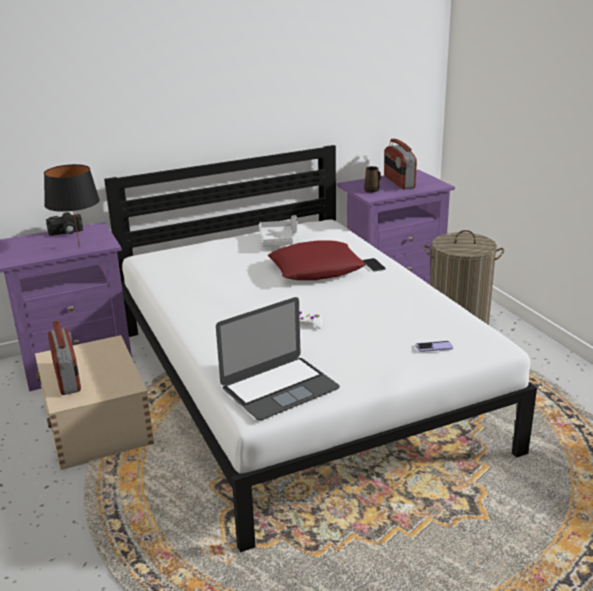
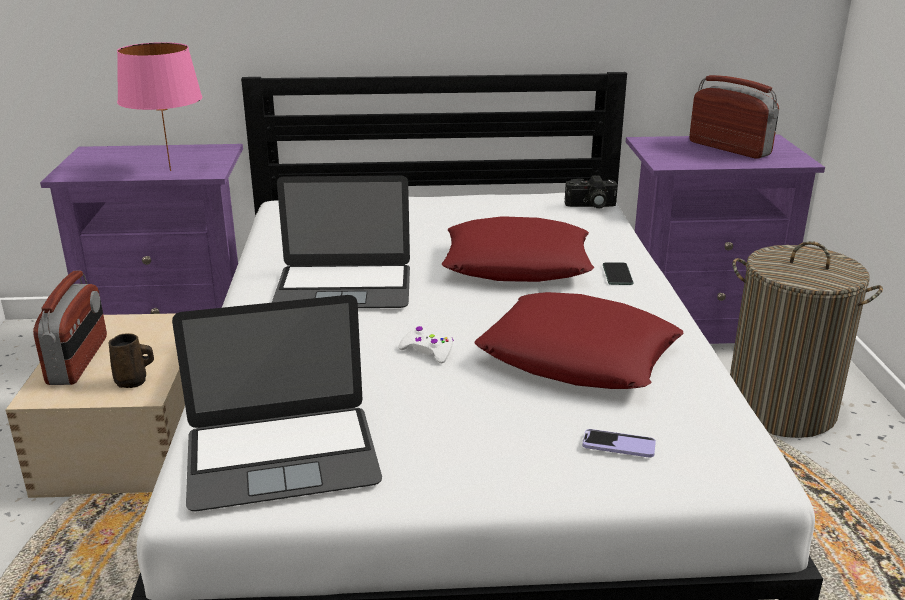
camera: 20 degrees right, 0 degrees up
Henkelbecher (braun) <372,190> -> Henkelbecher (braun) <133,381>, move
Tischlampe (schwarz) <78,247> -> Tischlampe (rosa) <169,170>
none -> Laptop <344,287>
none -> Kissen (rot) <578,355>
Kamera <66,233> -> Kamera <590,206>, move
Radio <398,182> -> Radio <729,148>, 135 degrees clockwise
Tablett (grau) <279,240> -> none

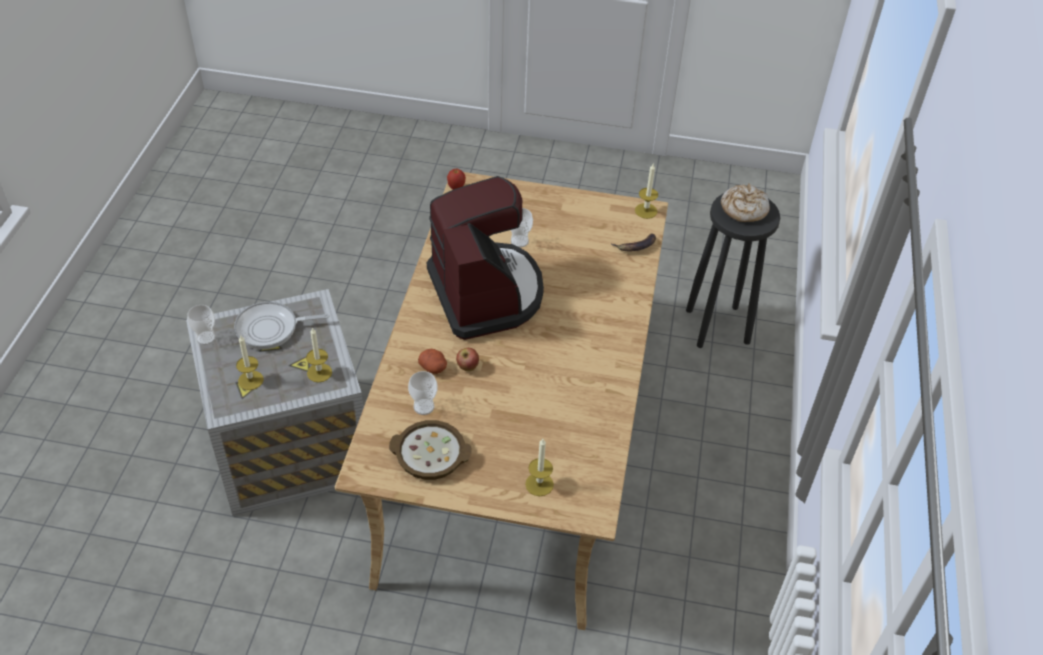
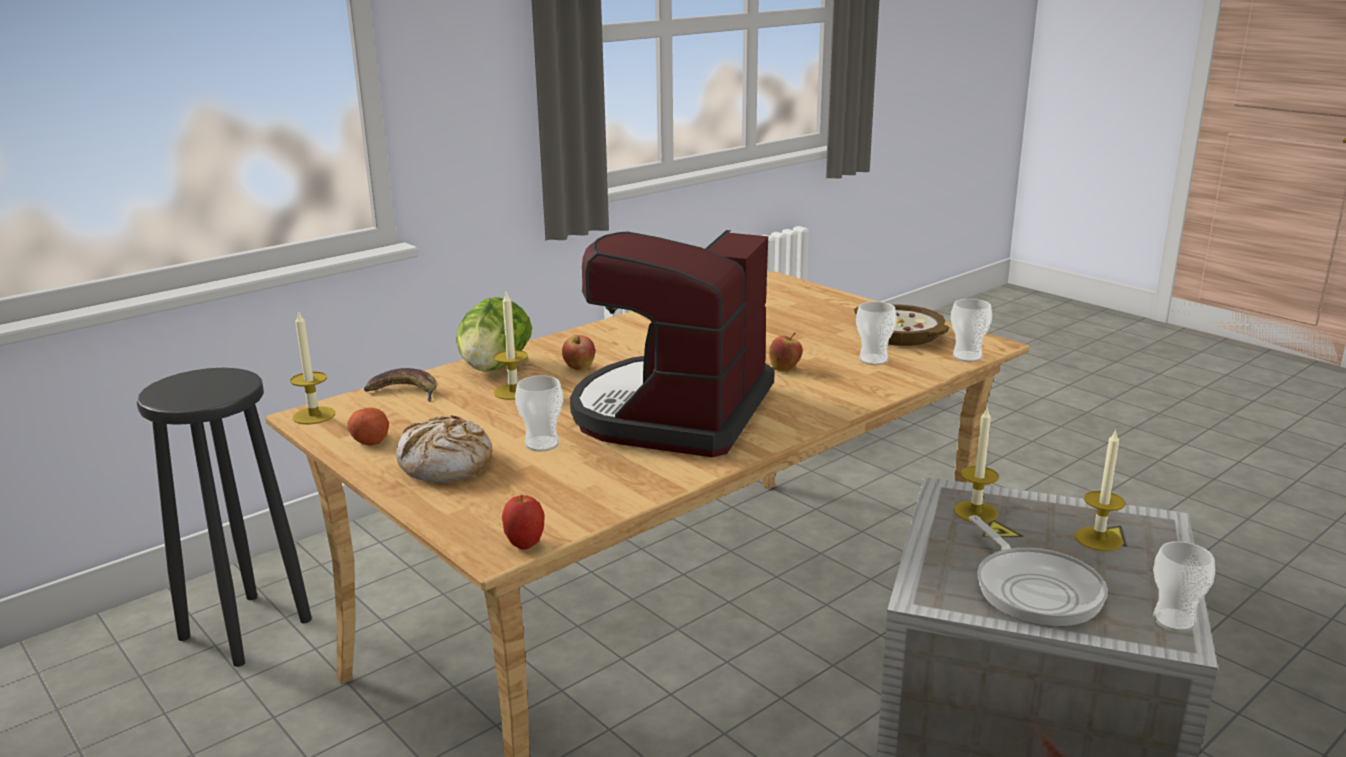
camera: 140 degrees left, 25 degrees down
Kartoffel <433,367> -> Kartoffel <370,439>, move
Brot <743,209> -> Brot <446,464>, move
none -> Salatkopf <495,367>
Kerze <539,484> -> Kerze <513,392>, move
none -> Apfel <579,368>
none -> Tasse <967,357>
Pfanne <271,329> -> Pfanne <1034,589>, 45 degrees clockwise

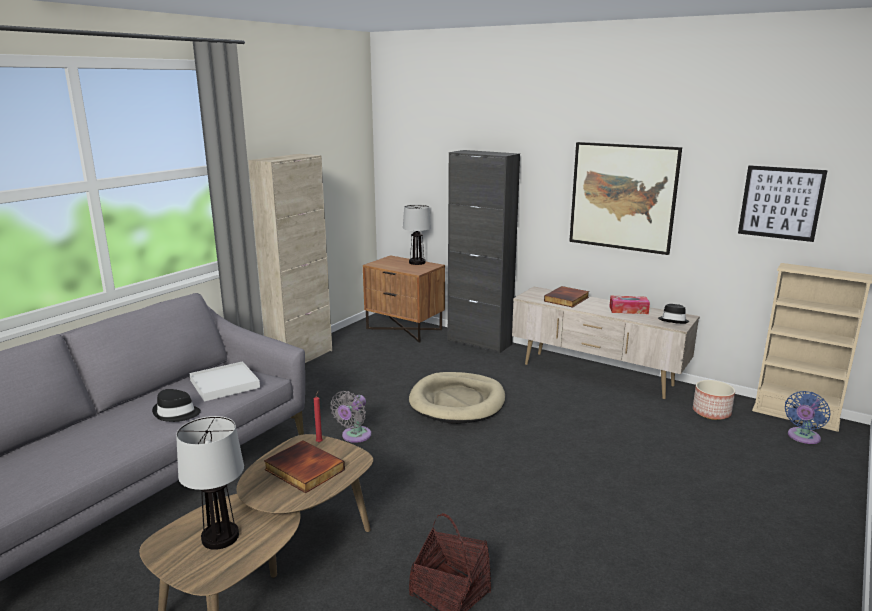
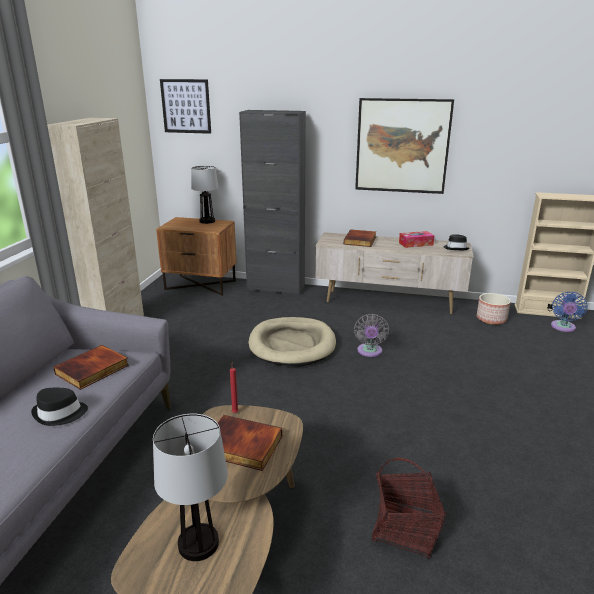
camera: 20 degrees left, 5 degrees up
Tablett (weiß) <224,384> -> Buch <92,370>
Bild <780,203> -> Bild <186,106>, move
Ventilator (grau) <354,436> -> Ventilator (grau) <369,352>, move

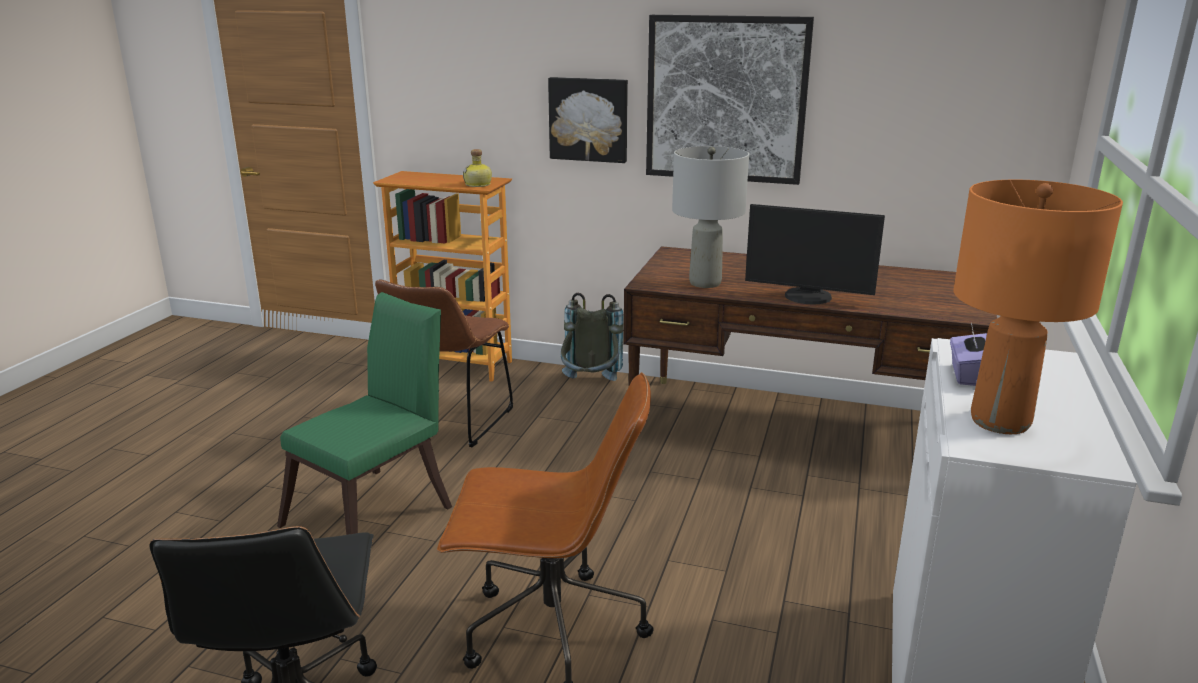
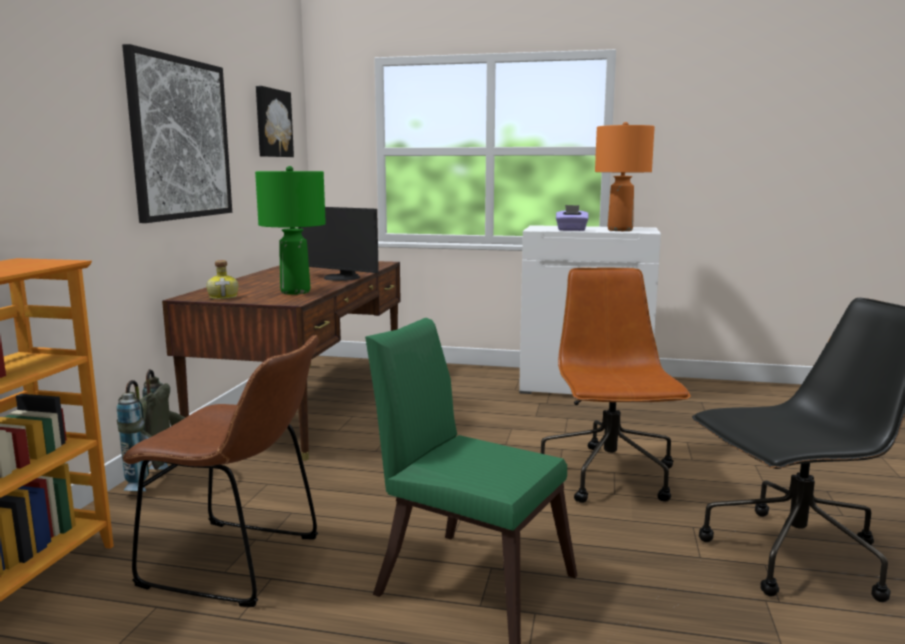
camera: 95 degrees left, 10 degrees down
Flasche <478,185> -> Flasche <224,297>, move
Tischlampe (grau) <704,283> -> Tischlampe (grün) <296,292>
Bild <589,119> -> Bild <272,123>, move
Monitor <807,297> -> Monitor <340,278>, 105 degrees clockwise

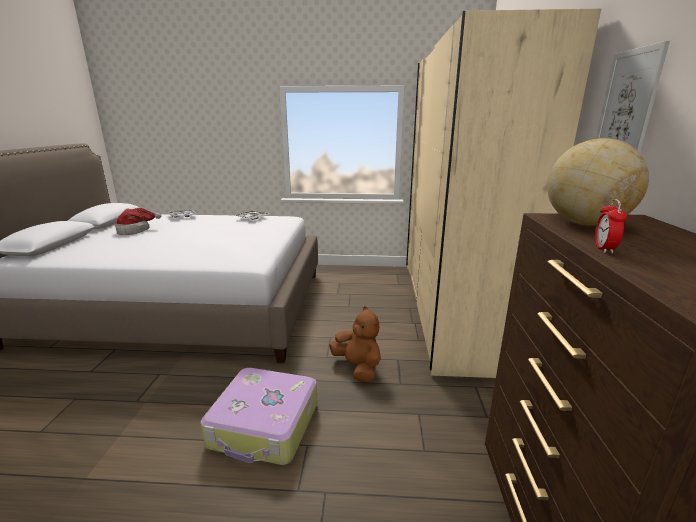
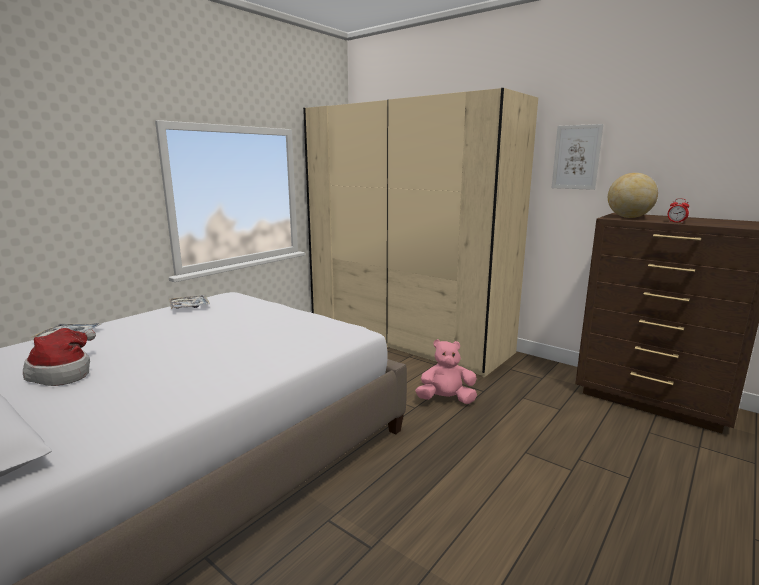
camera: 55 degrees left, 5 degrees down
Plüschtier (braun) <358,367> -> Plüschtier (rosa) <446,399>
Koffer <265,425> -> none

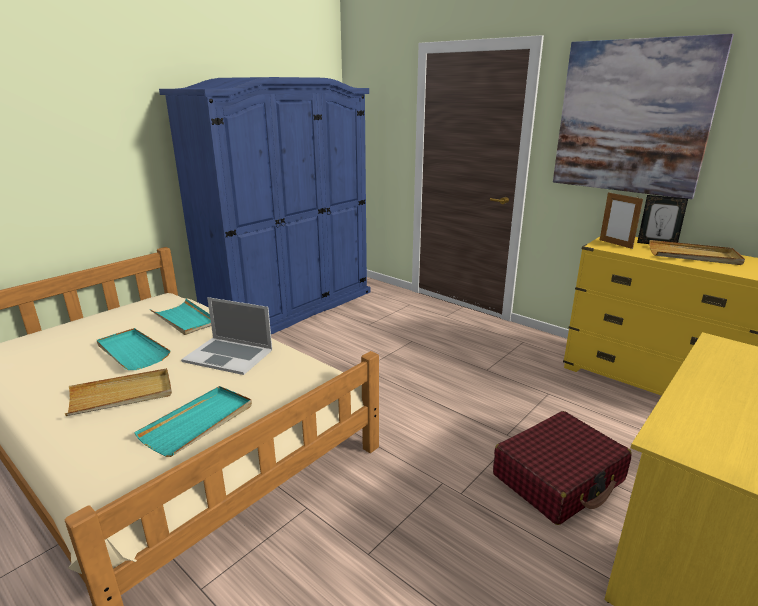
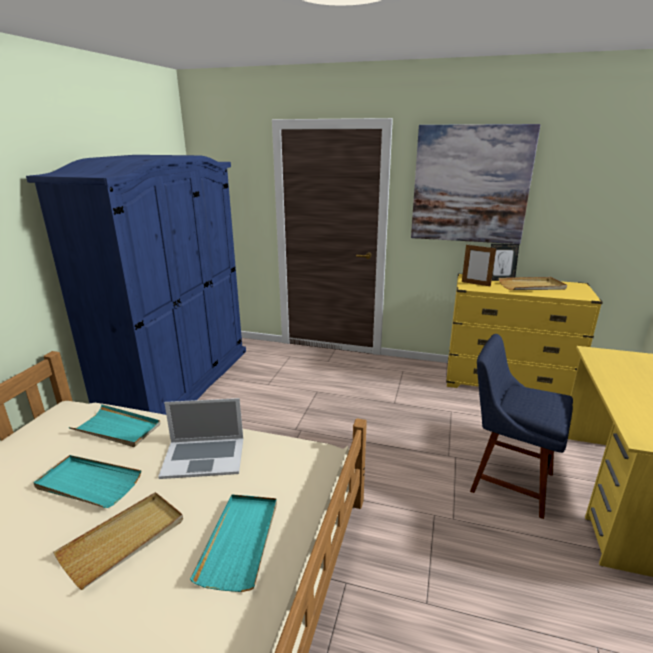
camera: 25 degrees left, 0 degrees up
Koffer (rot) <558,478> -> Stuhl (blau) <507,480>

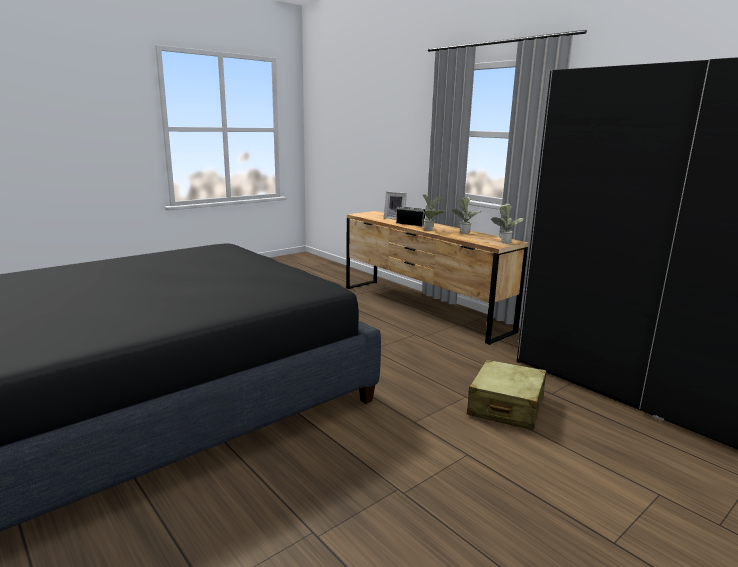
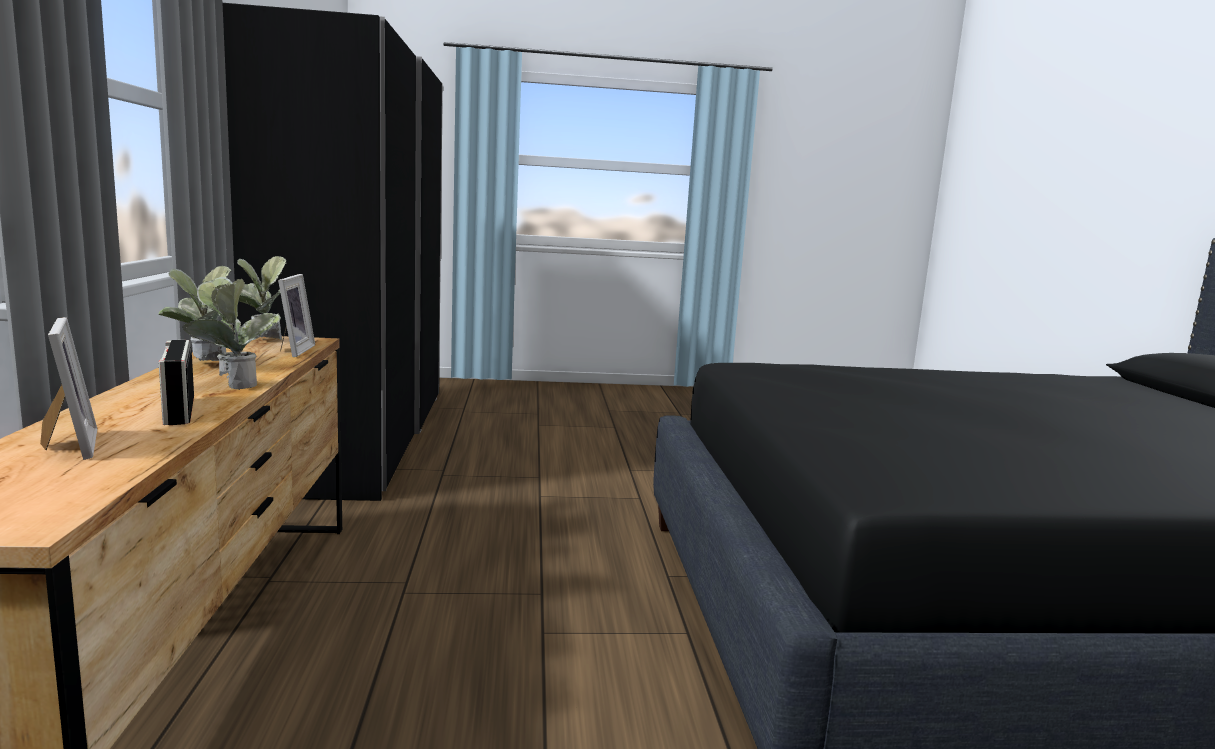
camera: 145 degrees left, 5 degrees down
none -> Bilderrahmen <292,351>
Koffer (beige) <506,406> -> none

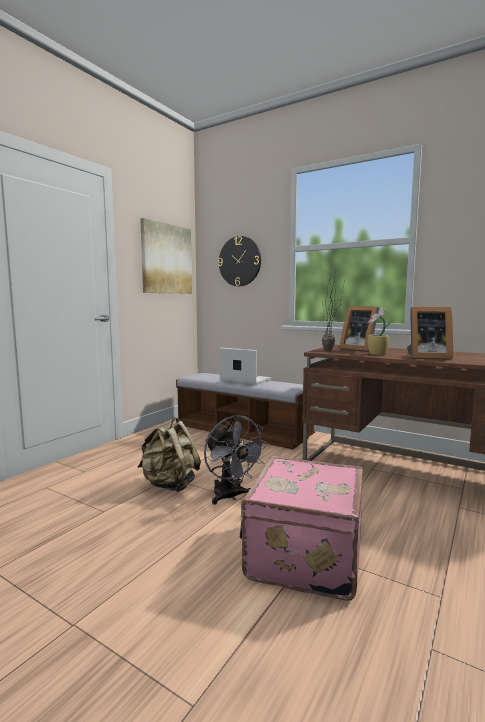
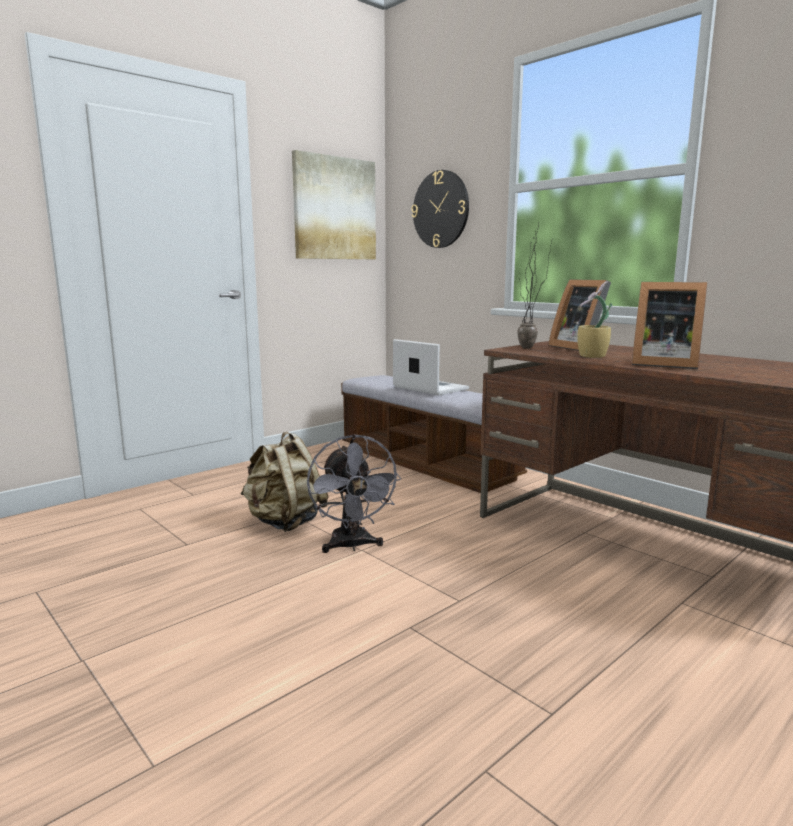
camera: 15 degrees right, 5 degrees up
Koffer (rosa) <302,555> -> none

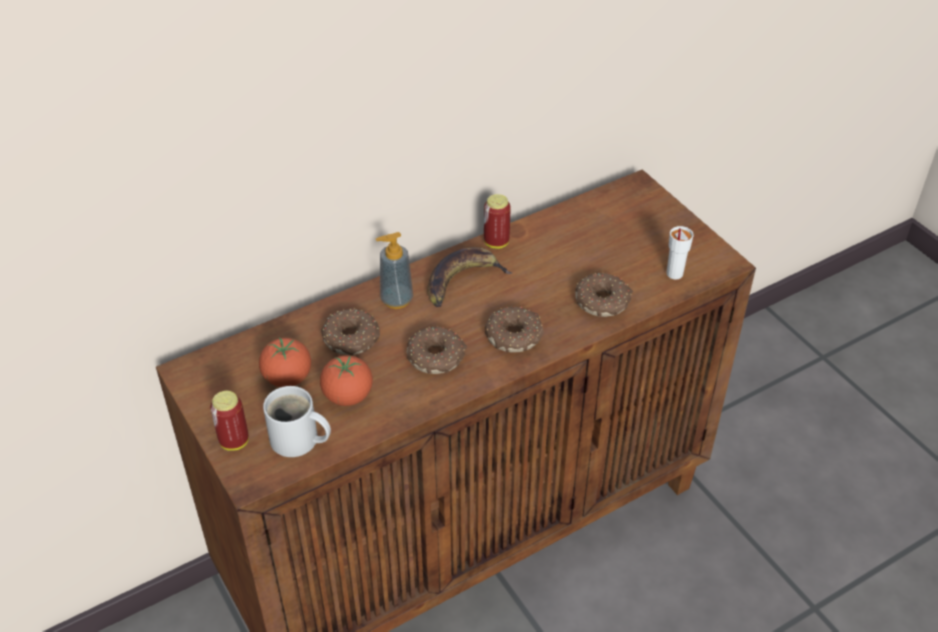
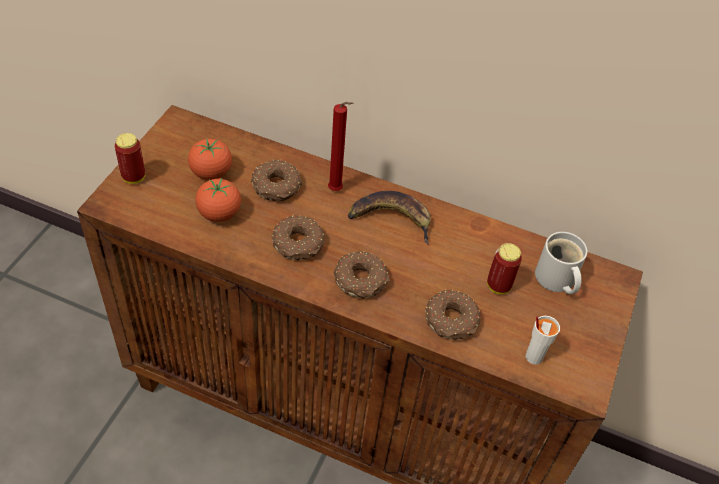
camera: 50 degrees right, 5 degrees up
Seifenspender <396,300> -> Kerze (rot) <337,191>
Dose <496,243> -> Dose <498,286>, move
Henkelbecher (weiß) <297,441> -> Henkelbecher (weiß) <555,280>, move

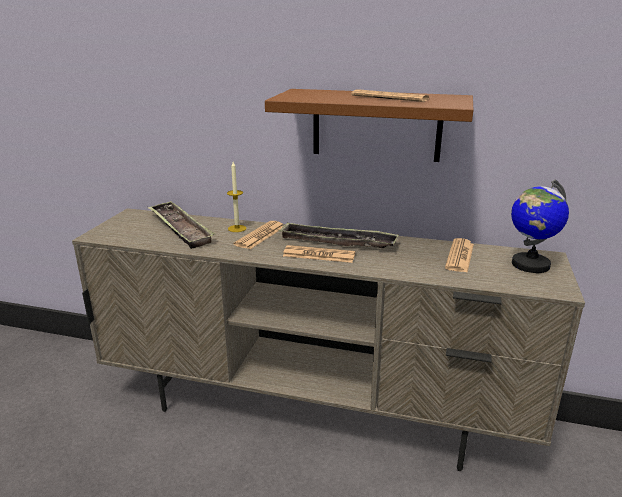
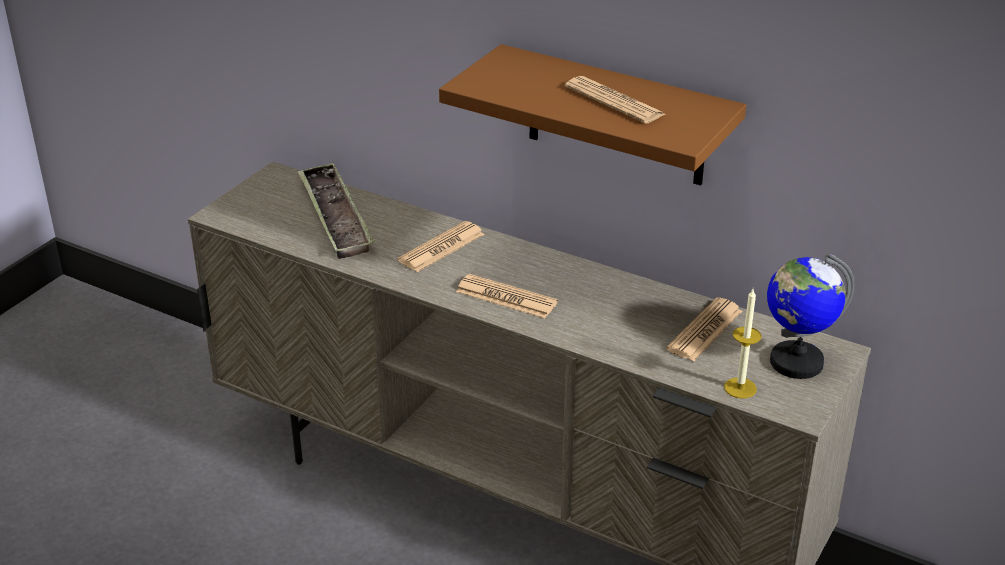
camera: 15 degrees right, 10 degrees up
Kerze <237,228> -> Kerze <740,388>, move
Tablett <337,242> -> none

